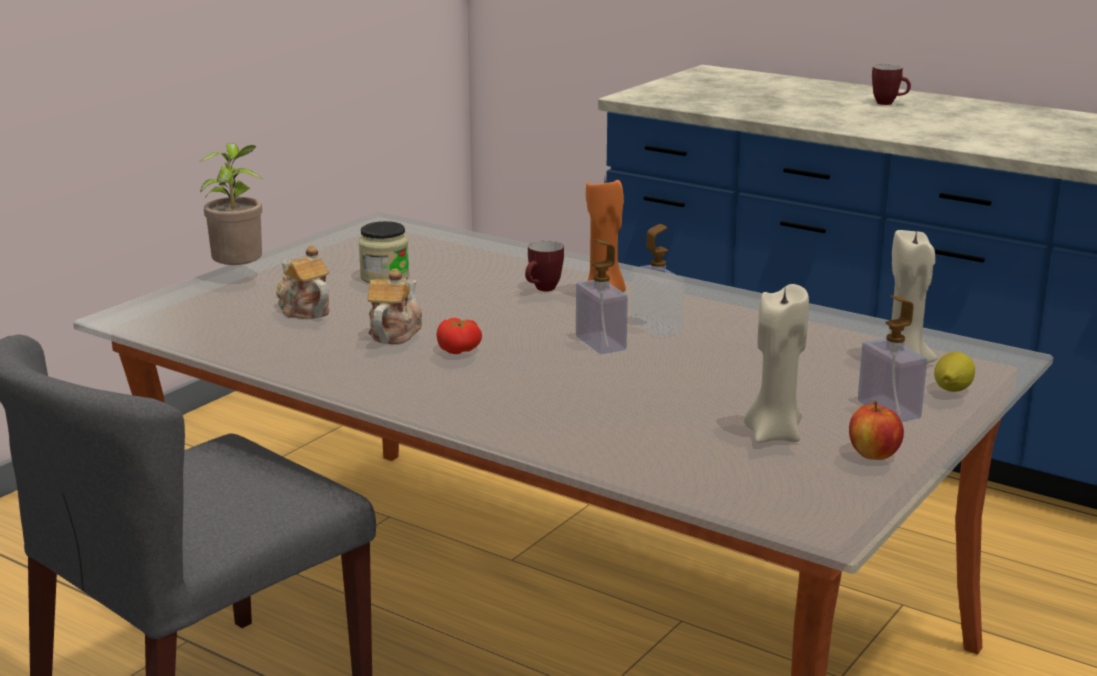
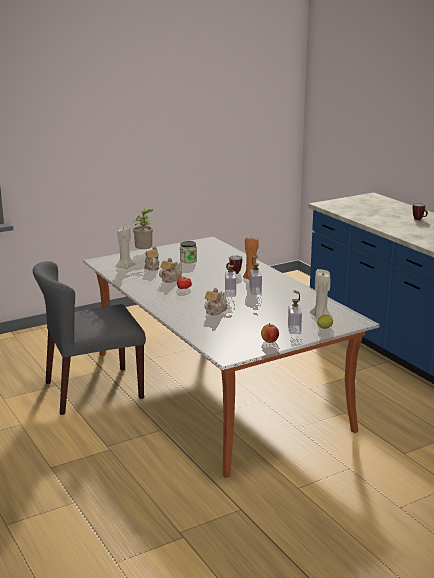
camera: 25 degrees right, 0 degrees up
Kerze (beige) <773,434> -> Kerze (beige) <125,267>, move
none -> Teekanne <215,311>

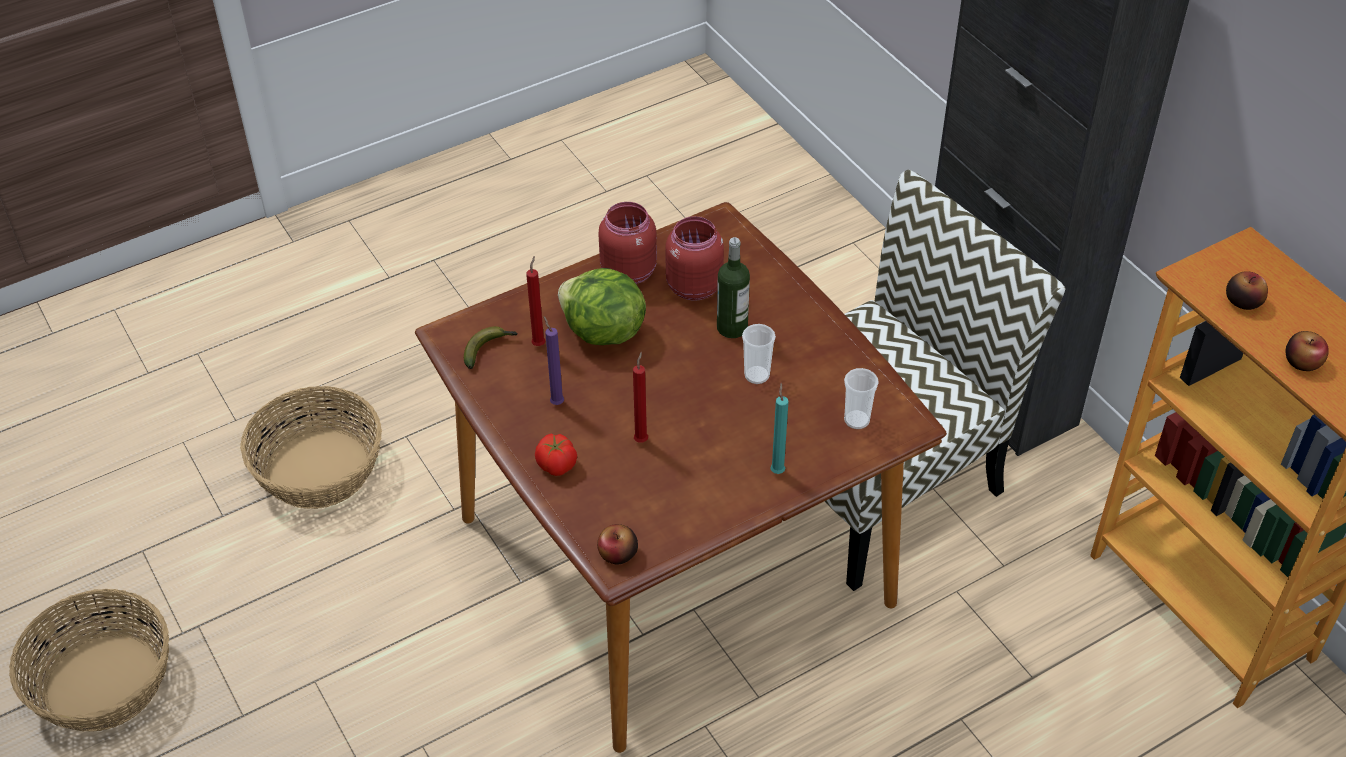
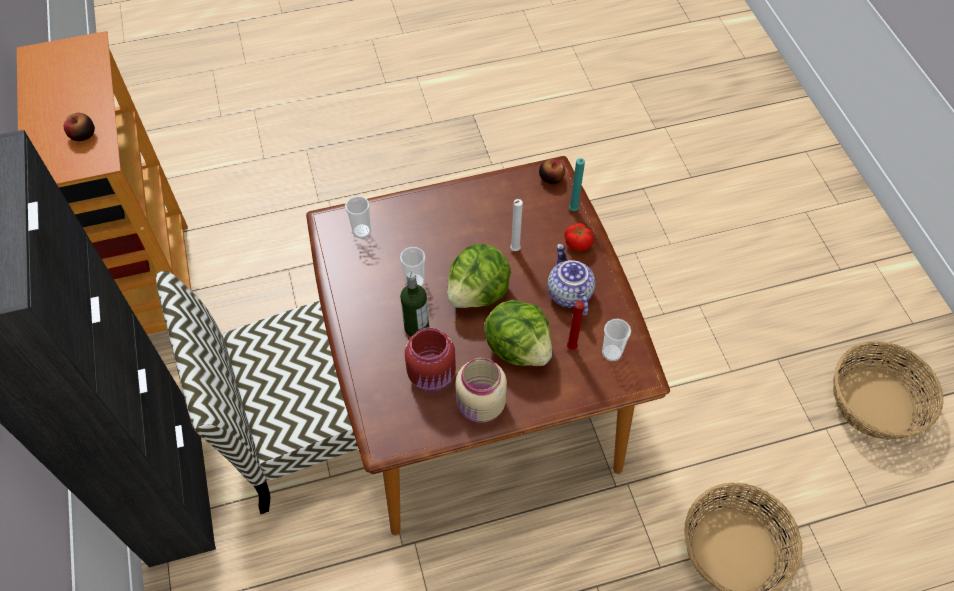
camera: 165 degrees left, 10 degrees up
none -> Salatkopf <478,293>
Vorratsglas (rot) <628,270> -> Vorratsglas (beige) <480,406>
Kerze (rot) <641,439> -> Kerze (weiß) <514,250>
Kerze (lila) <556,402> -> Teekanne <568,293>
Kerze (türkis) <777,470> -> Kerze (türkis) <573,211>, move
Banane <489,349> -> Tasse <611,353>
Apfel <1302,362> -> none

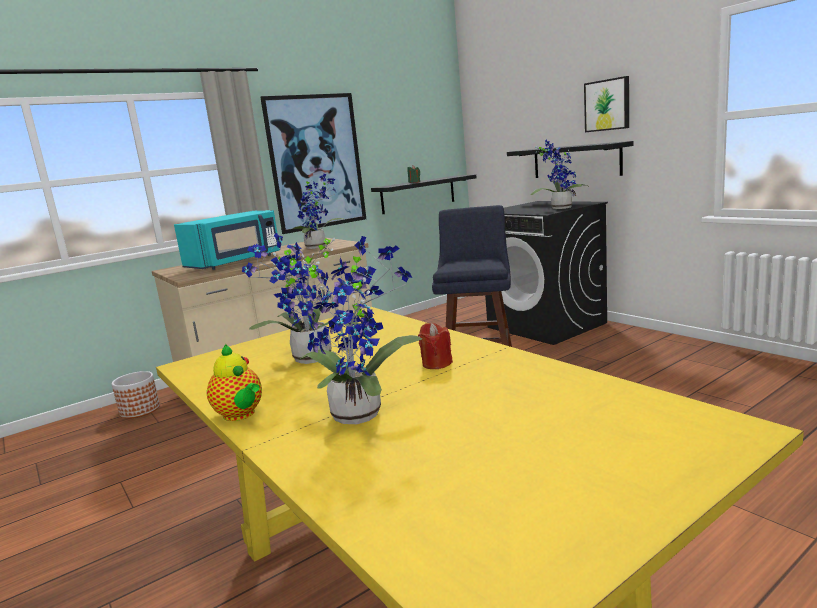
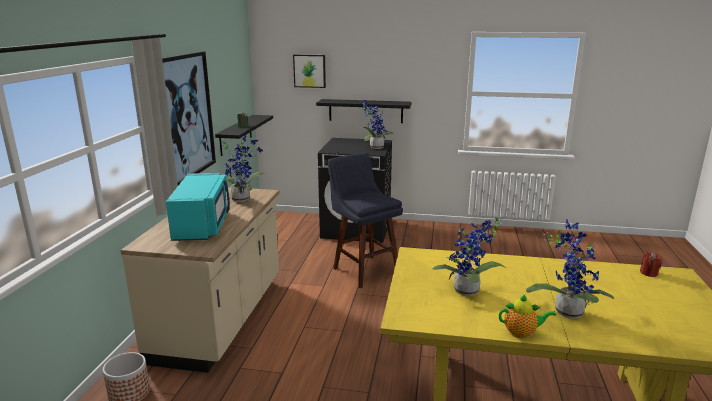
camera: 45 degrees left, 5 degrees up
Bild <607,105> -> Bild <309,71>, move
Kerze (rot) <436,364> -> Kerze (rot) <648,273>, move

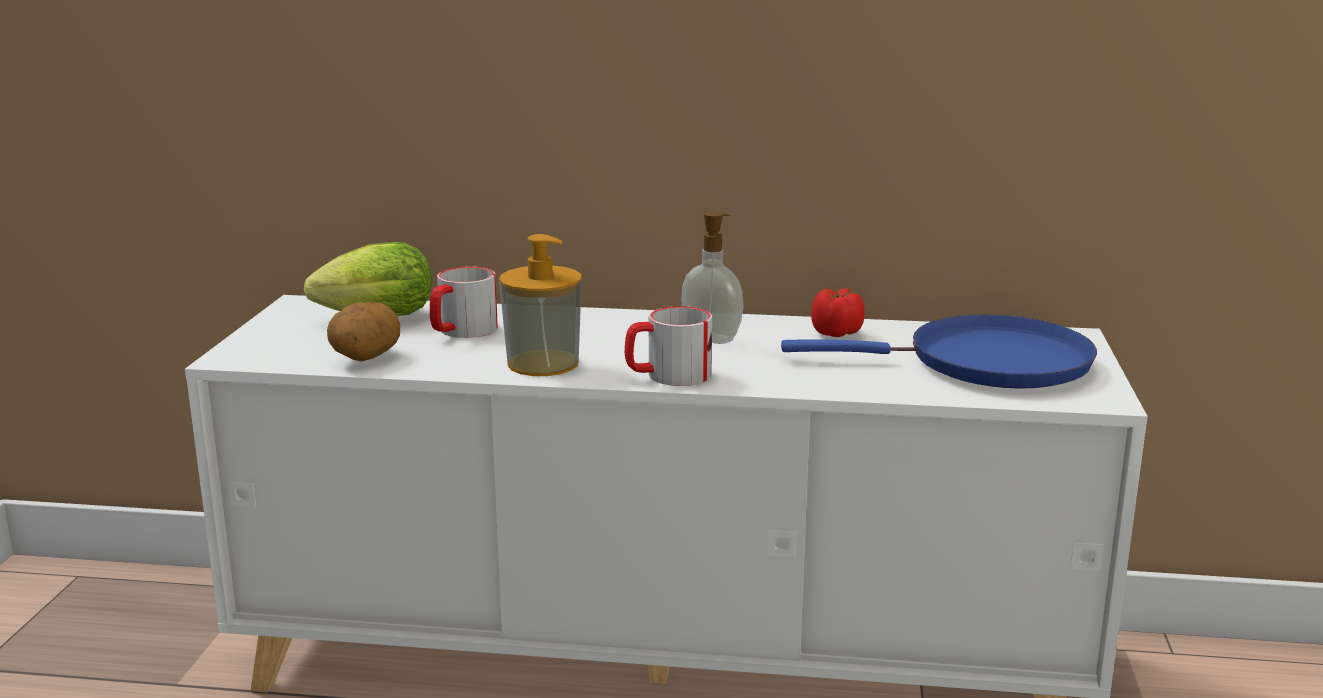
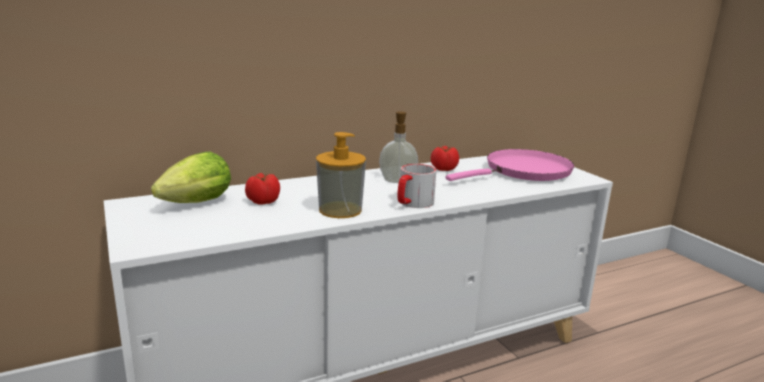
camera: 35 degrees left, 0 degrees up
Henkelbecher <461,331> -> Tomate <263,201>
Pfanne (blau) <986,363> -> Pfanne (rosa) <524,171>
Kartoffel <365,358> -> none

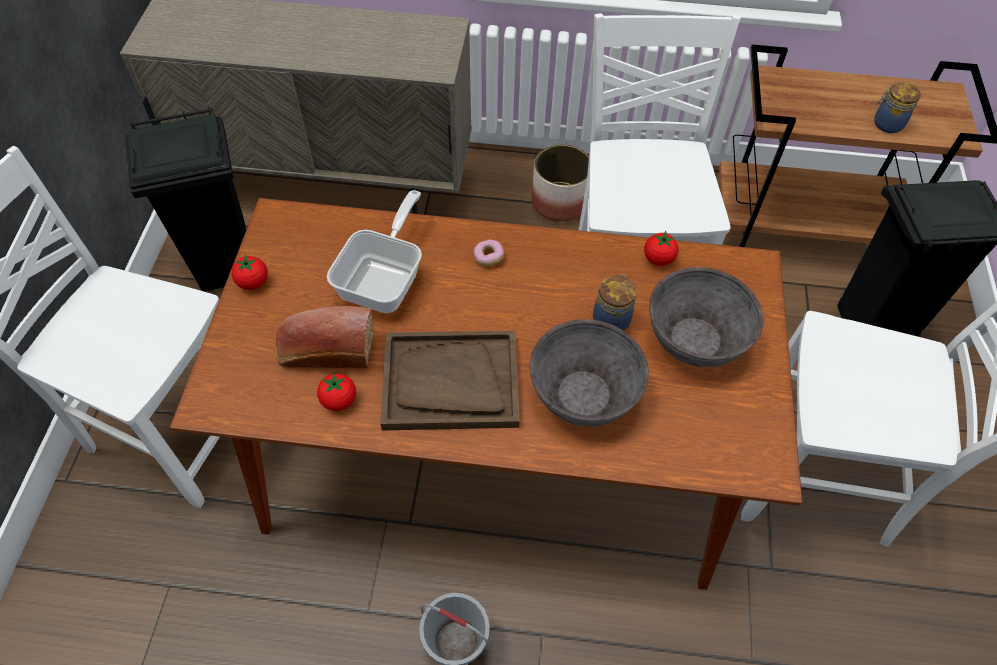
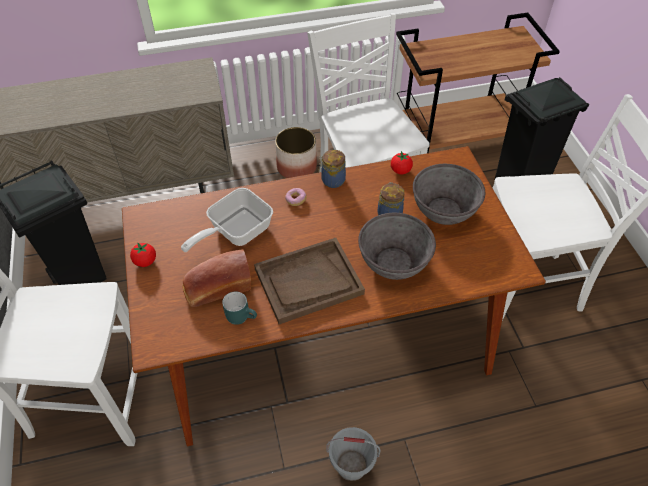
camera: 20 degrees left, 5 degrees down
Pfanne <385,278> -> Pfanne <235,232>, 135 degrees counterclockwise
Tomate <339,400> -> Henkelbecher (türkis) <241,315>
Vorratsglas <886,123> -> Vorratsglas <332,180>, move

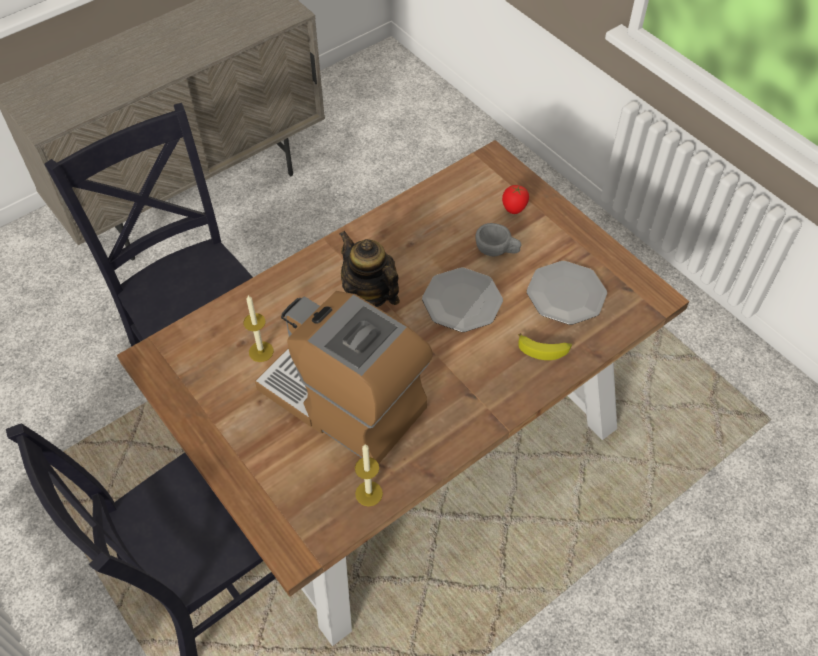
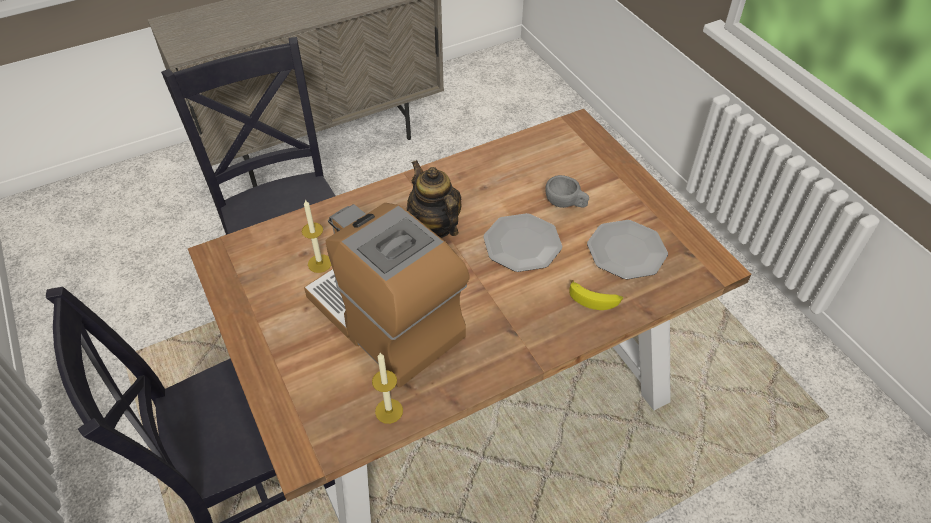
camera: 10 degrees right, 5 degrees down
Tomate <514,210> -> none

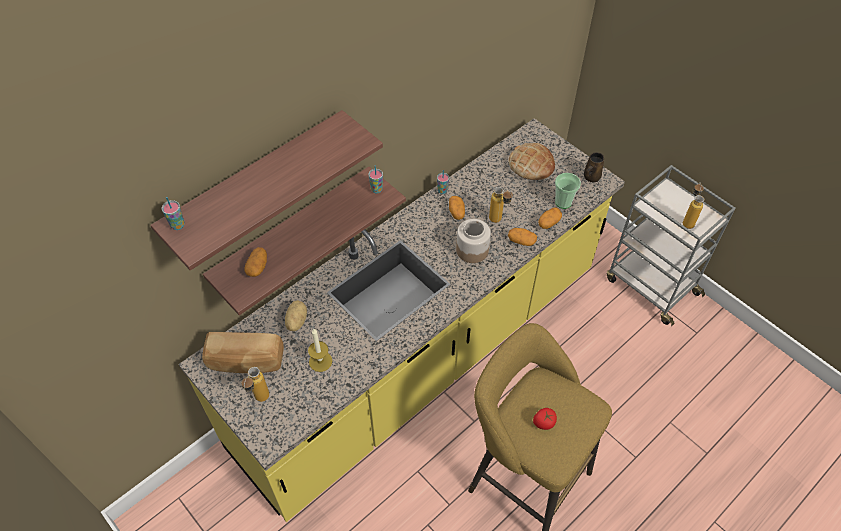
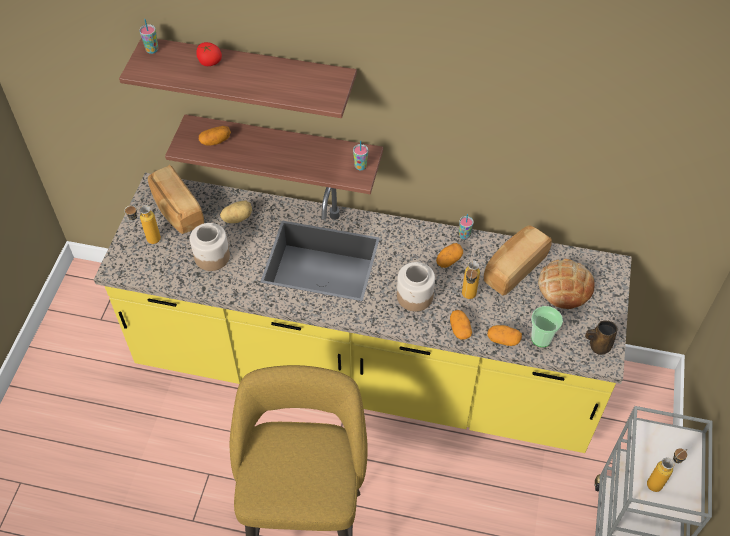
camera: 55 degrees right, 0 degrees up
Kerze <320,361> -> Vorratsglas <211,256>
Tomate <543,423> -> Tomate <209,62>, move
none -> Brot <513,268>

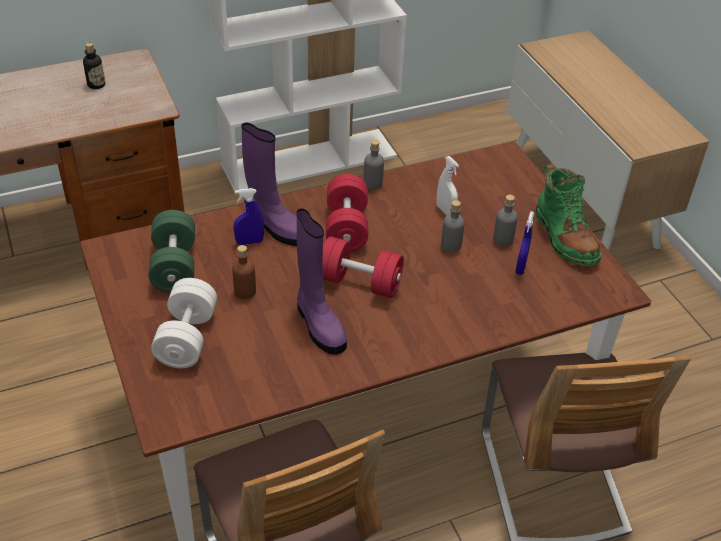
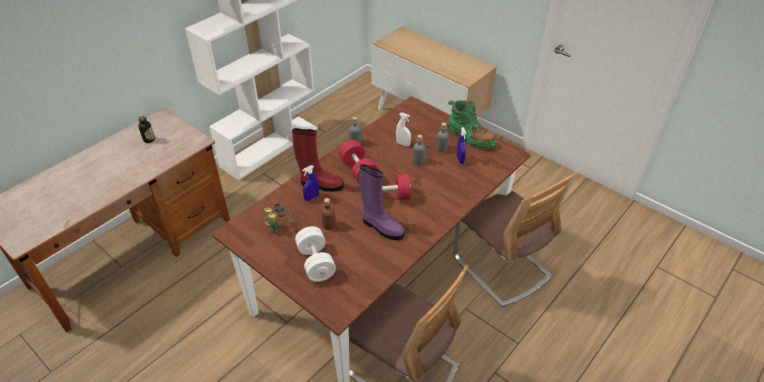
camera: 25 degrees left, 0 degrees up
Hantel (grün) <174,266> -> Fernglas <279,226>
Stiefel (lila) <276,227> -> Stiefel (rot) <320,184>

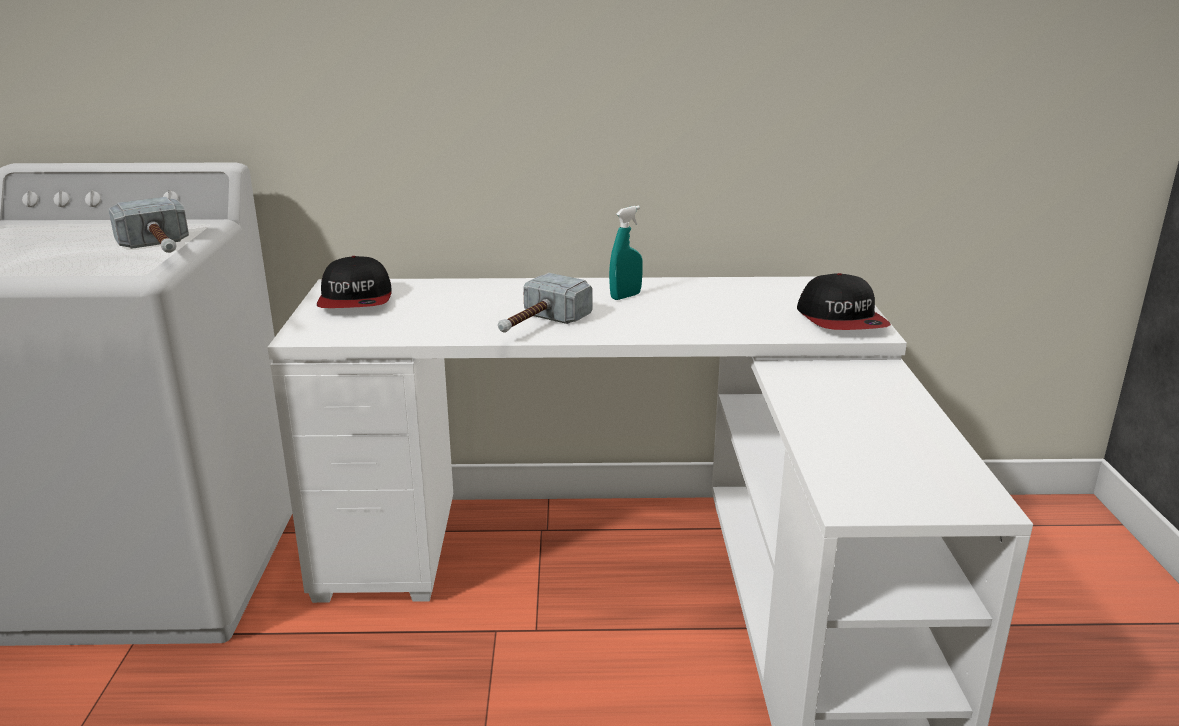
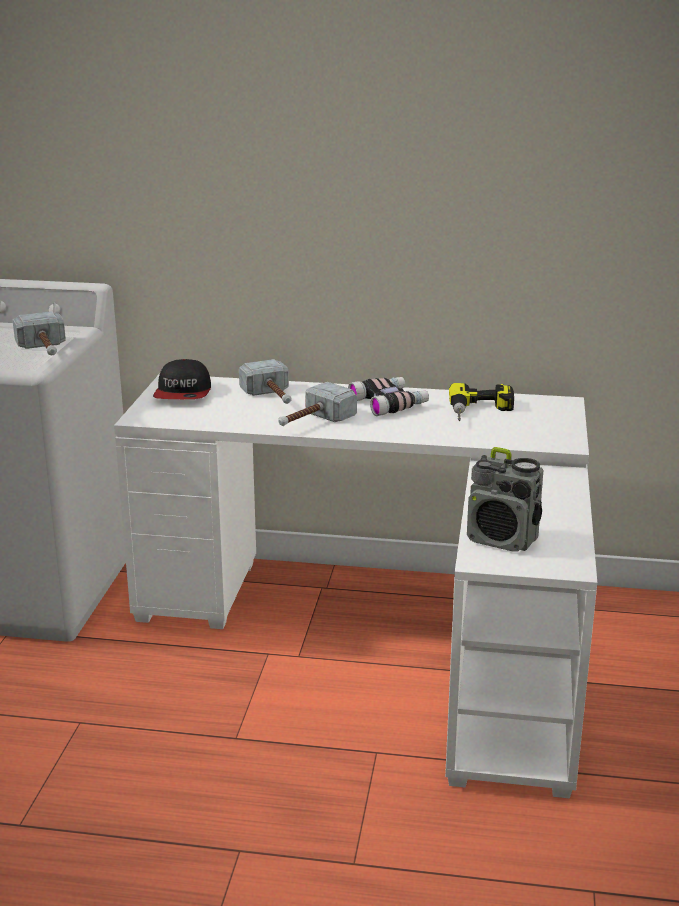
camera: 10 degrees right, 0 degrees up
none -> Hammer <272,398>
Sprühflasche (türkis) <625,296> -> Fernglas <389,403>
none -> Bohrmaschine <481,412>
none -> Radio <502,540>
Kappe <842,320> -> none

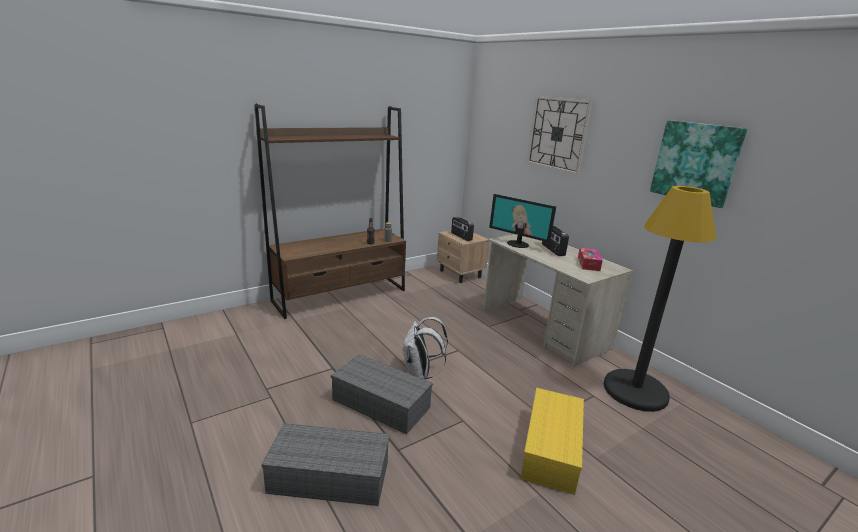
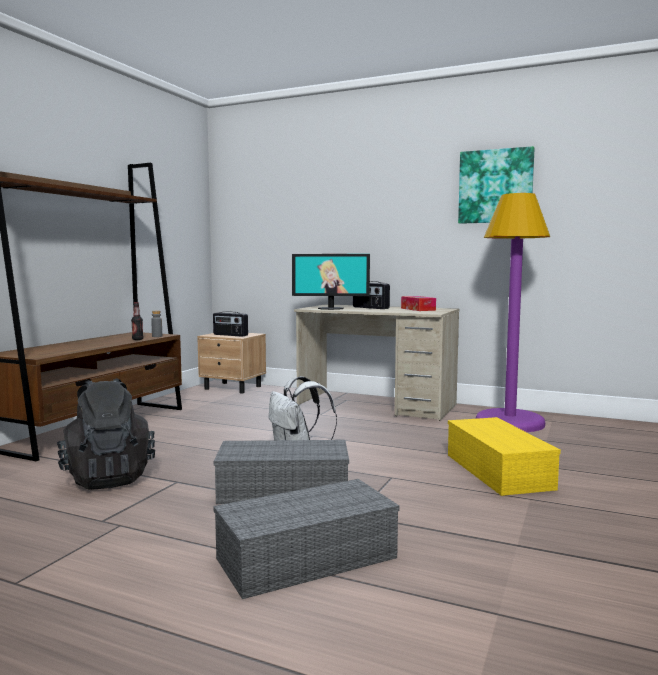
camera: 30 degrees left, 15 degrees down
none -> Rucksack (schwarz) <108,478>
Stehlampe (schwarz) <635,391> -> Stehlampe (lila) <510,423>
Wanduhr <558,134> -> none

